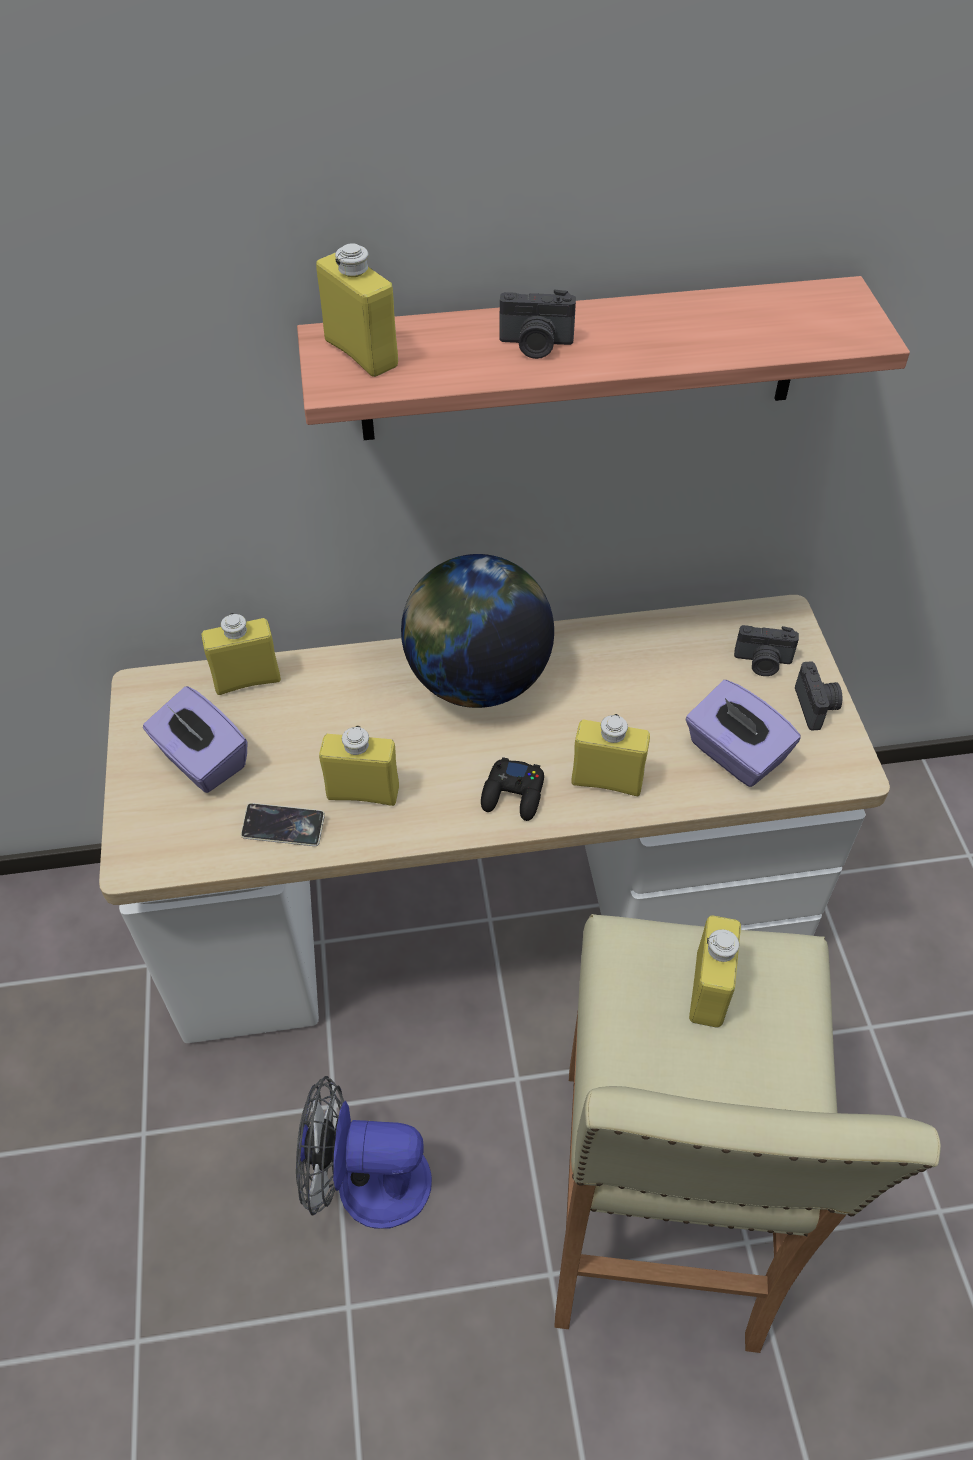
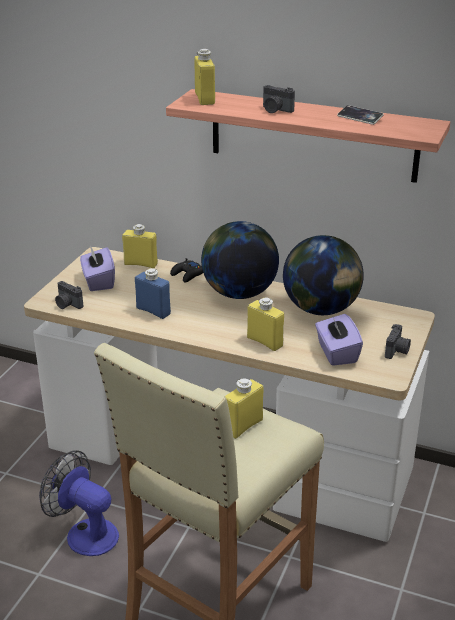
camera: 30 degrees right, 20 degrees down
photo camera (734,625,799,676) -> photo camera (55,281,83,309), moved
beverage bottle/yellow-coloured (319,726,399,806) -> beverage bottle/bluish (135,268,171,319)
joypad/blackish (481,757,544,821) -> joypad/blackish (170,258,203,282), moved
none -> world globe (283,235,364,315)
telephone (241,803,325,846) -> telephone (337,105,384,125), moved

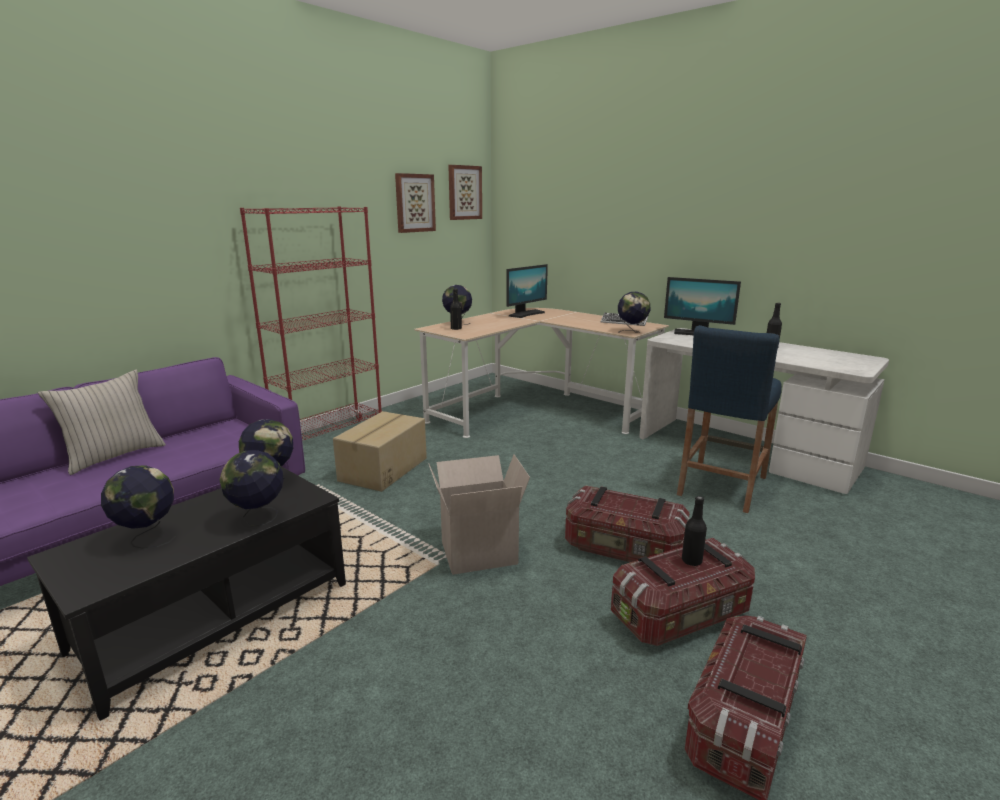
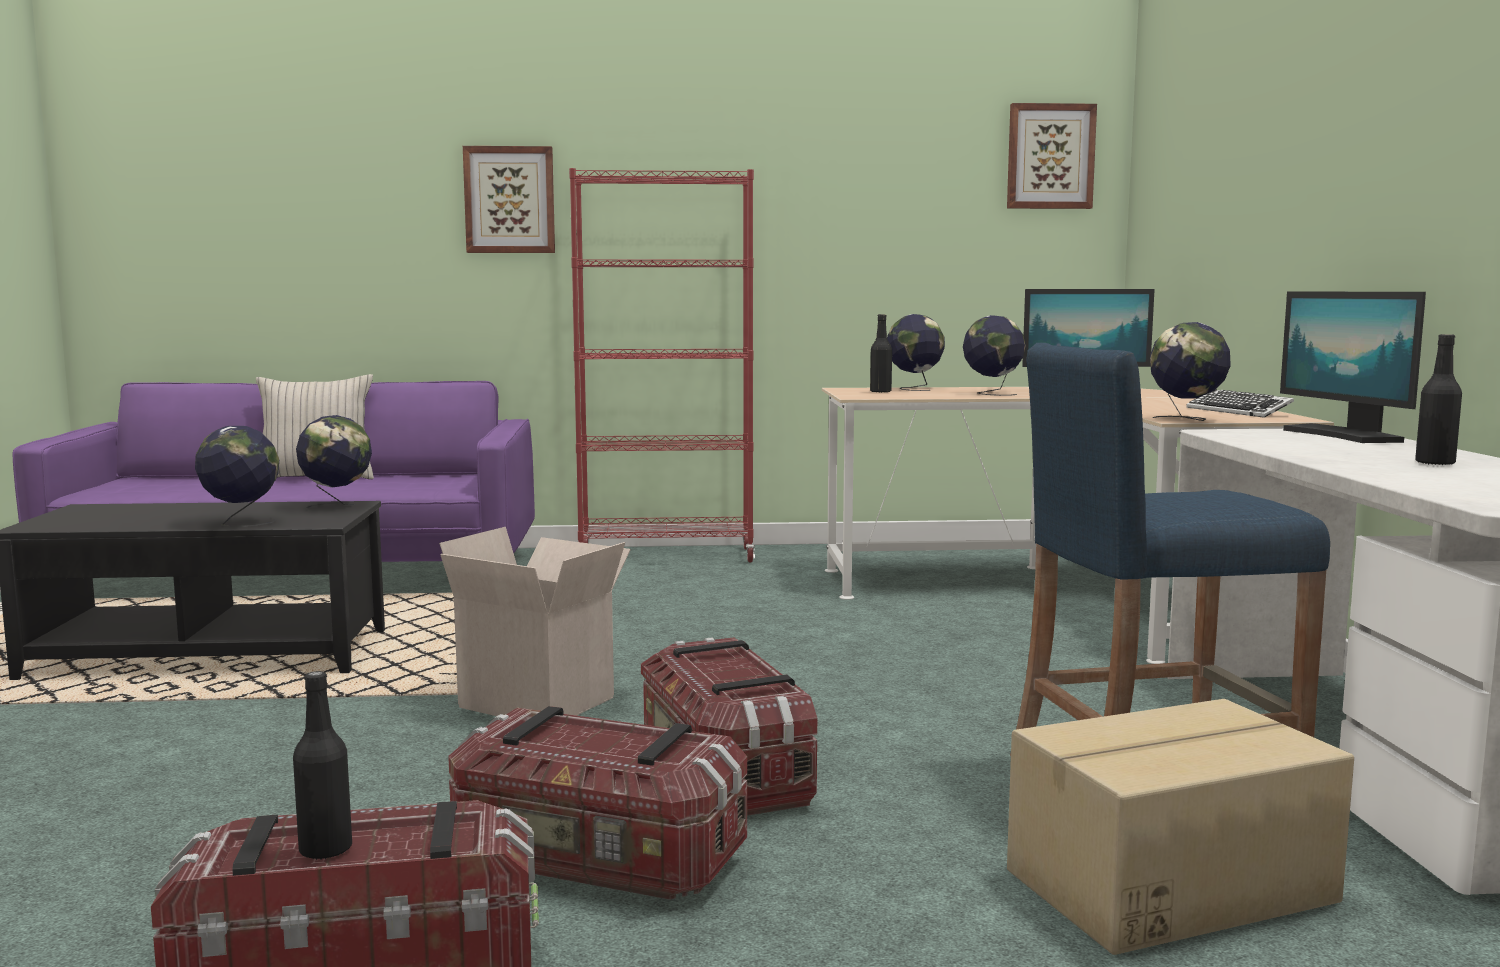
camera: 45 degrees right, 10 degrees down
beverage bottle/blackish (682,496,707,566) -> beverage bottle/blackish (293,671,352,860), moved
wall art (395,173,436,233) -> wall art (463,146,555,253), moved
world globe (101,465,176,549) -> world globe (963,315,1025,396), moved
packing box (333,411,427,492) -> packing box (1007,699,1354,955), moved

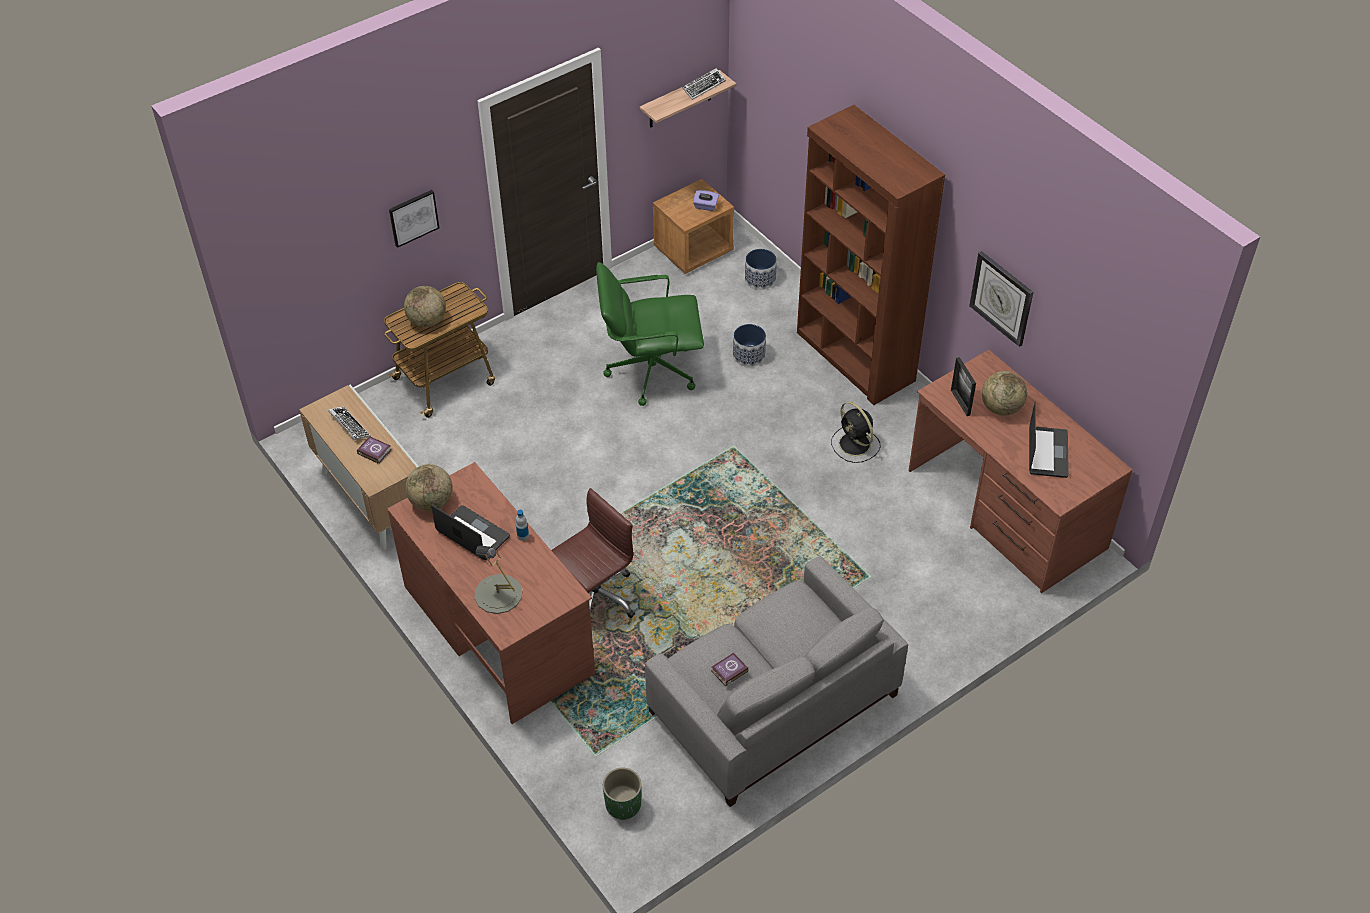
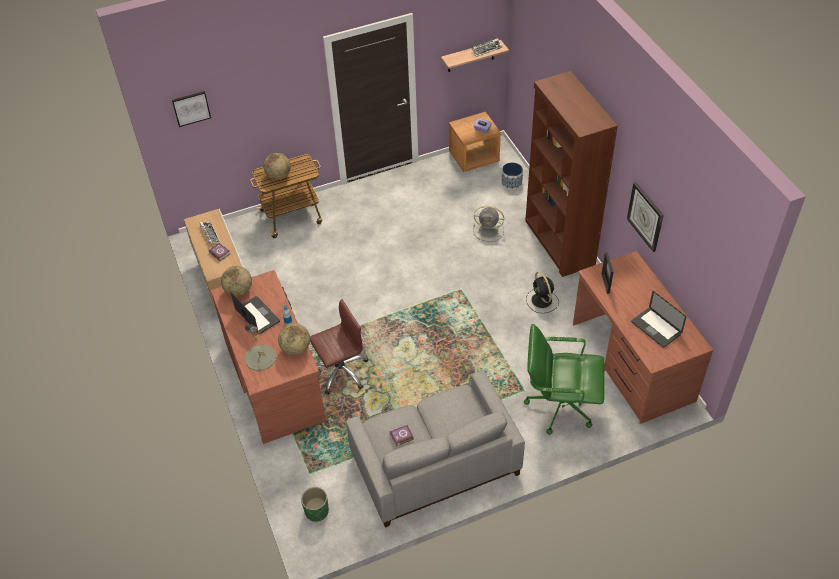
camera: 15 degrees right, 0 degrees up
wall art (389,190,439,248) -> wall art (172,91,211,127), moved
world globe (982,371,1027,416) -> world globe (278,323,310,356), moved
flower pot (733,324,766,367) -> cooling fan/grey (473,206,504,242)
computer chair/greenish (596,262,704,406) -> computer chair/greenish (524,324,605,435), moved
notebook computer (1029,401,1069,478) -> notebook computer (631,291,687,348), 120 degrees clockwise

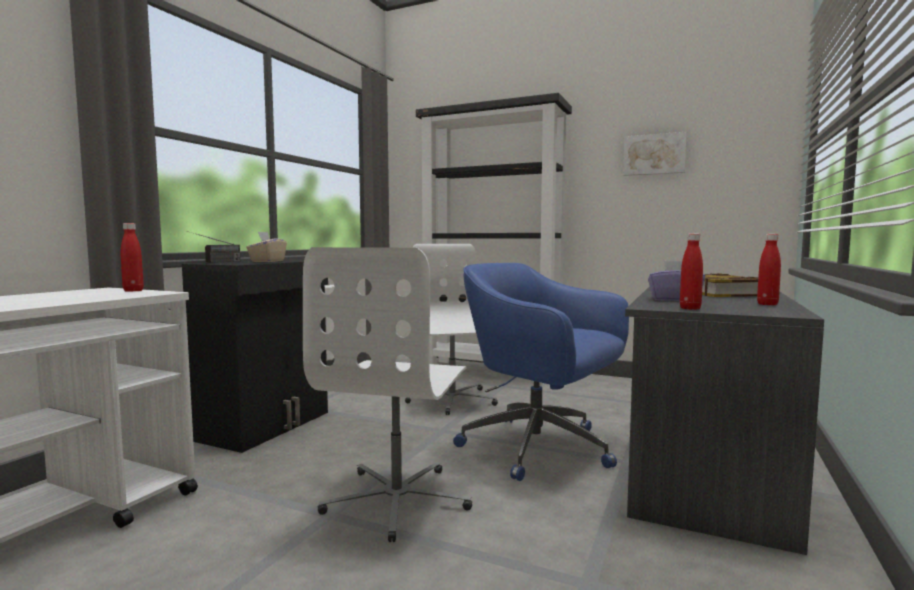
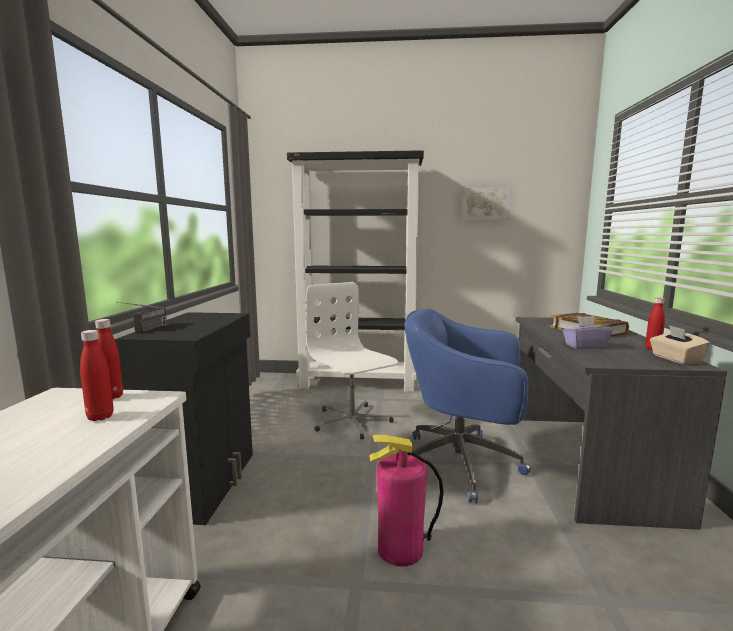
camera: 20 degrees left, 5 degrees up
beverage bottle/red (680,233,703,310) -> beverage bottle/red (80,330,114,421), moved
computer chair/white-coloured (303,247,472,542) -> extinguisher (369,435,444,567)
tissue holder/sand-coloured (246,232,287,262) -> tissue holder/sand-coloured (650,325,710,365), moved

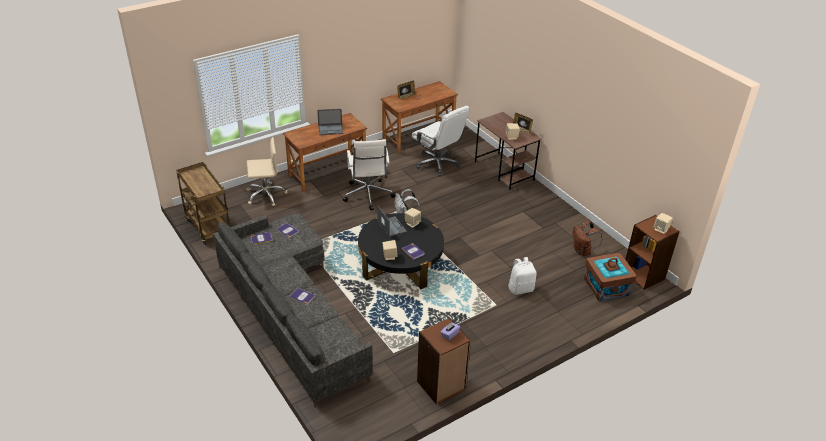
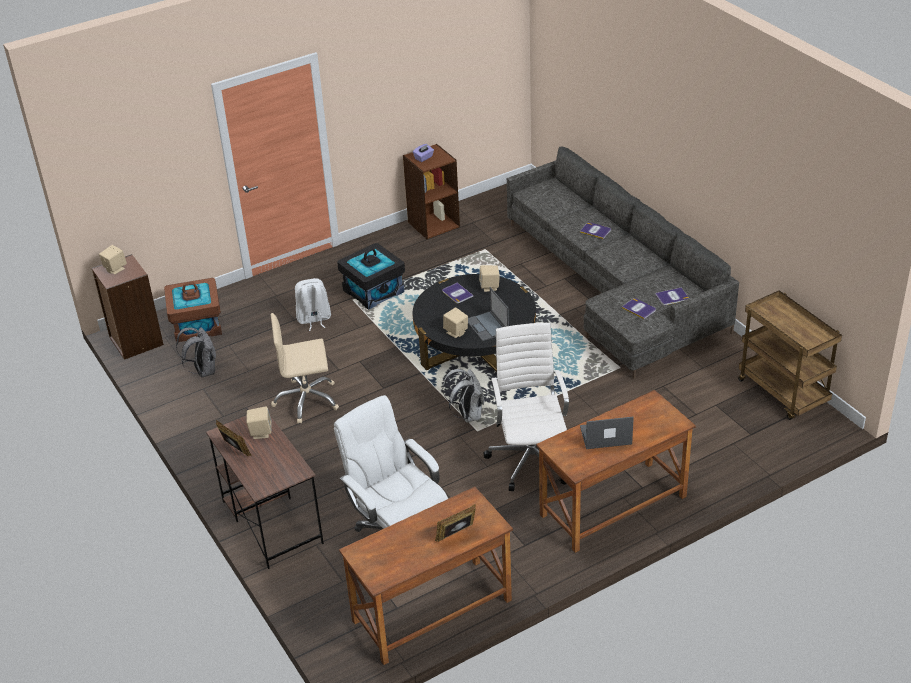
camera: 175 degrees left, 0 degrees up
backpack/brownish (572,220,602,256) -> backpack/grey (176,327,216,378)
computer chair/sand-coloured (247,137,287,206) -> computer chair/sand-coloured (270,313,339,424), moved
none -> storage bin/blackish (337,243,405,310)

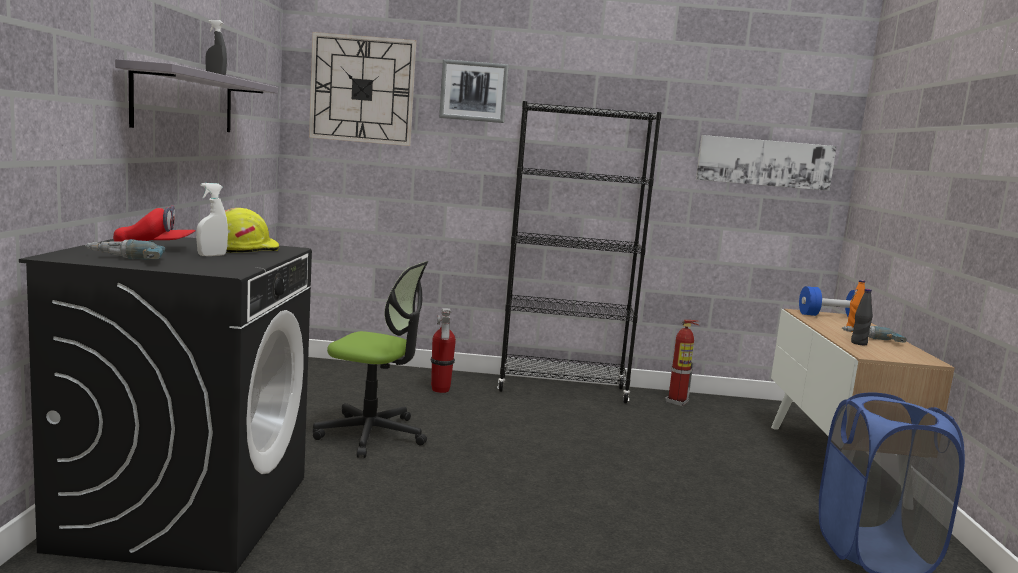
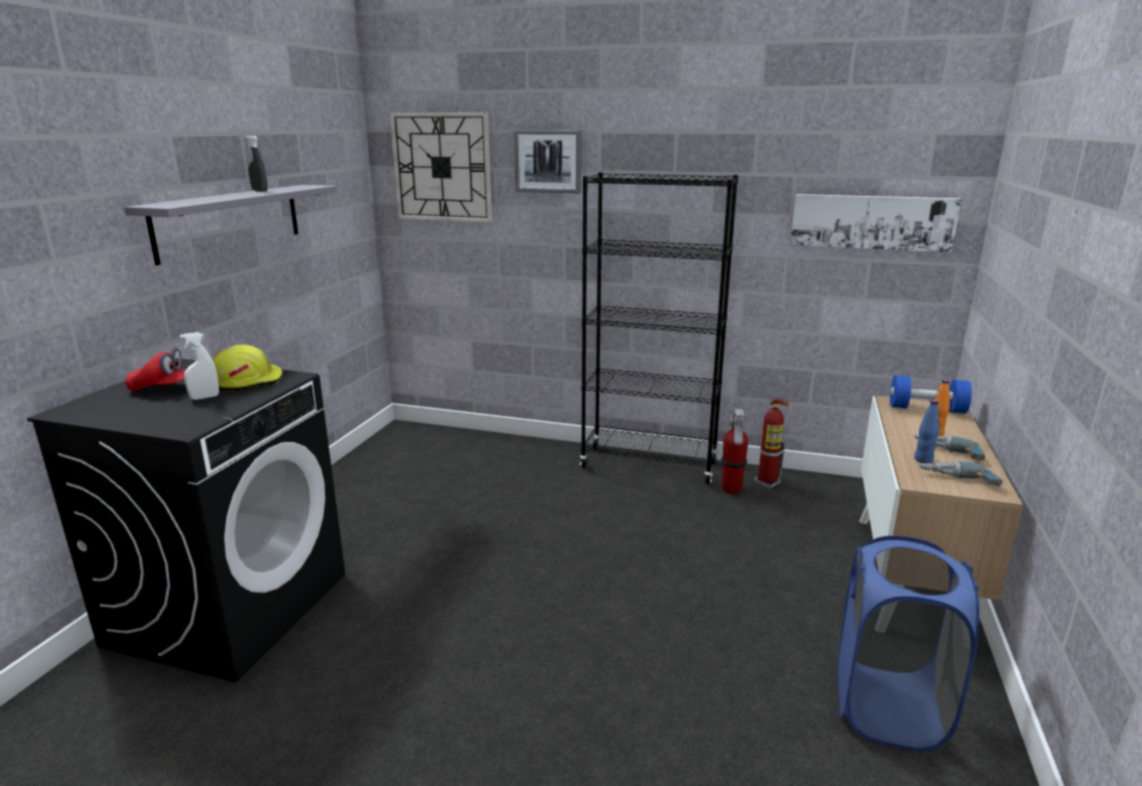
camera: 15 degrees right, 10 degrees up
extinguisher (430,308,456,393) -> extinguisher (721,409,748,494), moved
beverage bottle/blackish (851,289,873,345) -> beverage bottle/bluish (914,400,940,464)
drill (85,239,165,259) -> drill (919,461,1003,487), moved
computer chair (313,261,428,458) -> none

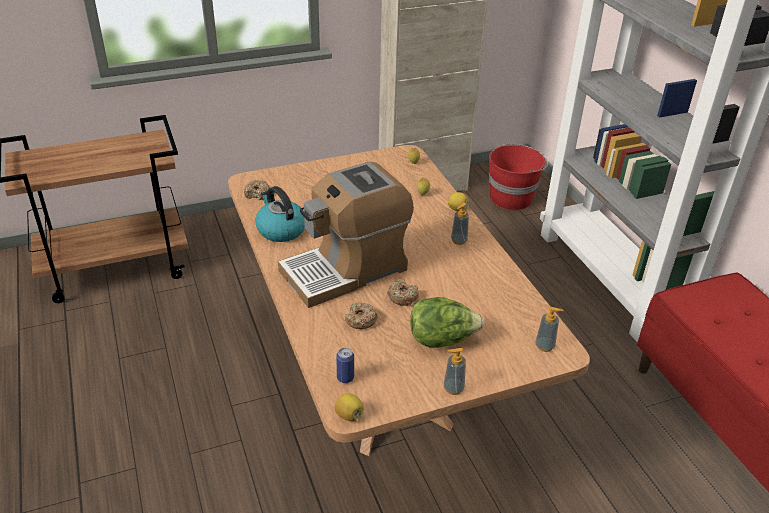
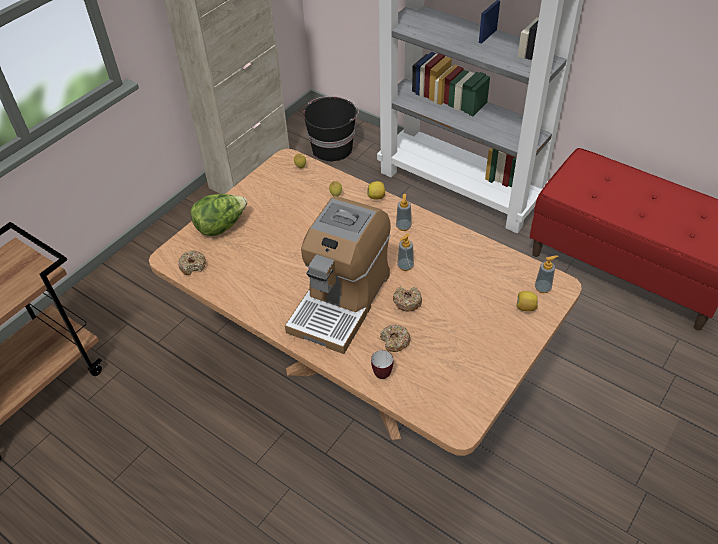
camera: 30 degrees left, 10 degrees up
lettuce head (410,297,484,348) -> lettuce head (191,194,247,236), moved
bucket/red (489,144,548,210) -> bucket/blackish (303,96,359,162)
none -> coffee mug (371,350,393,379)
soap bottle (444,348,466,395) -> soap bottle (397,234,414,271), moved
lemon (334,393,364,421) -> lemon (516,291,538,311), moved
tea kettle (255,186,305,242) -> none
metal can (336,347,354,383) -> none

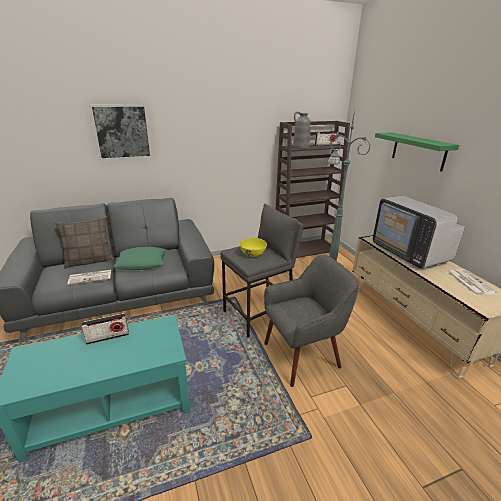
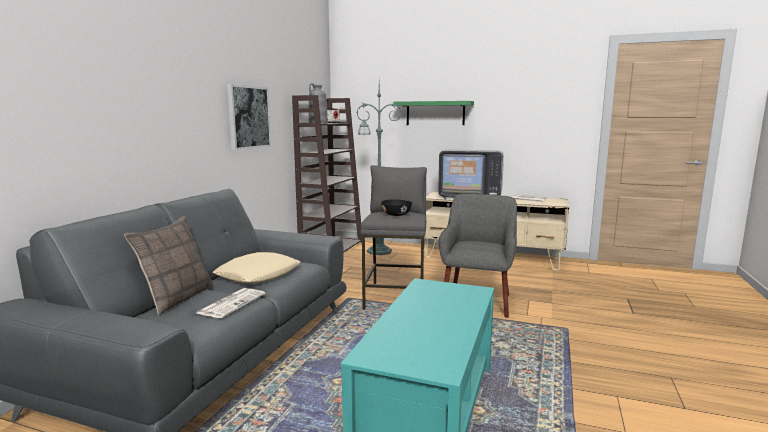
camera: 50 degrees left, 15 degrees down
throw pillow/greenish (113,247,167,270) -> throw pillow/sand-coloured (212,252,300,284)
wall art (89,104,152,160) -> wall art (227,84,271,150), moved
serving bowl/yellow-coloured (240,238,267,257) -> serving bowl/blackish (381,199,412,216)
radio receiver (81,313,129,345) -> none

